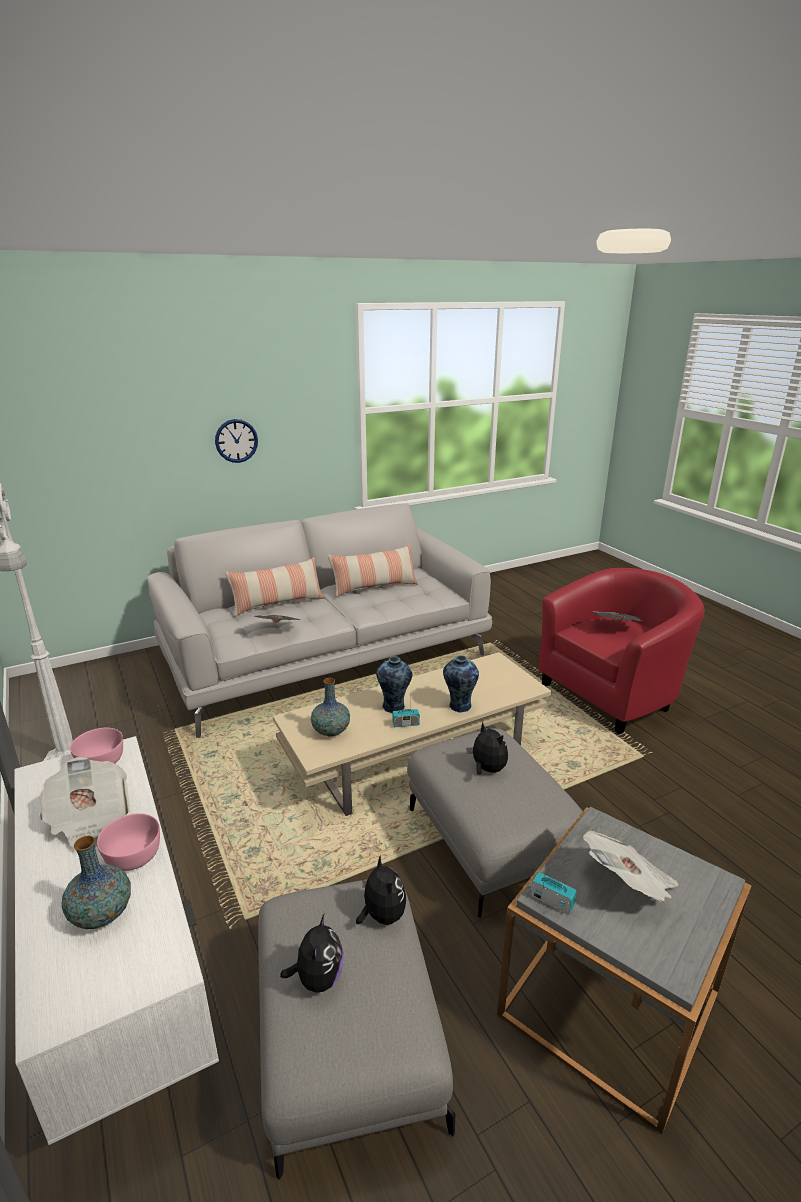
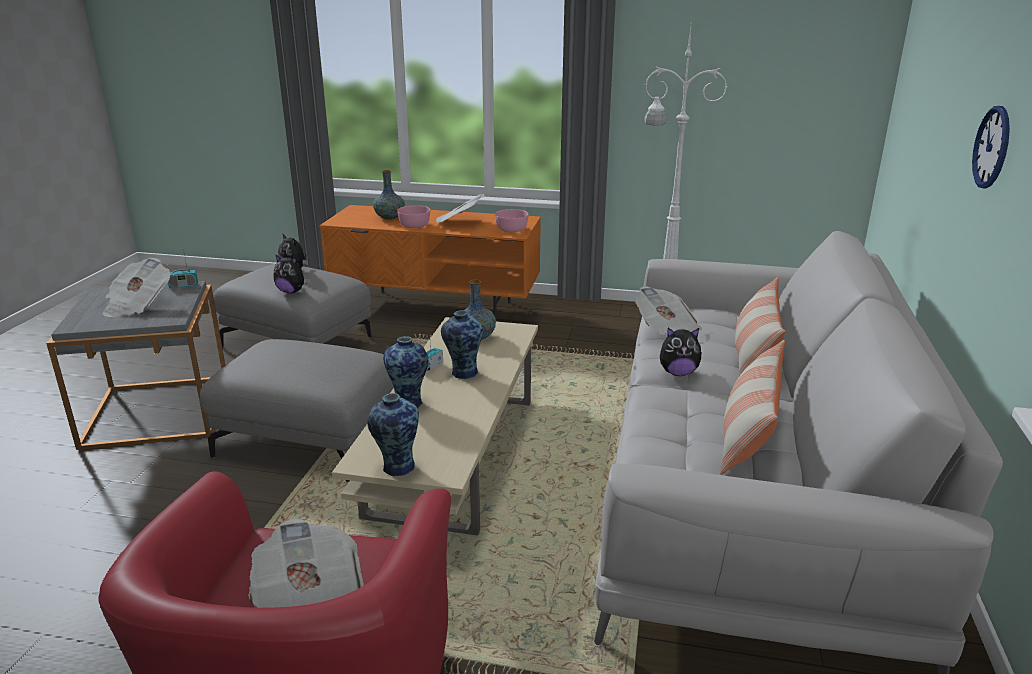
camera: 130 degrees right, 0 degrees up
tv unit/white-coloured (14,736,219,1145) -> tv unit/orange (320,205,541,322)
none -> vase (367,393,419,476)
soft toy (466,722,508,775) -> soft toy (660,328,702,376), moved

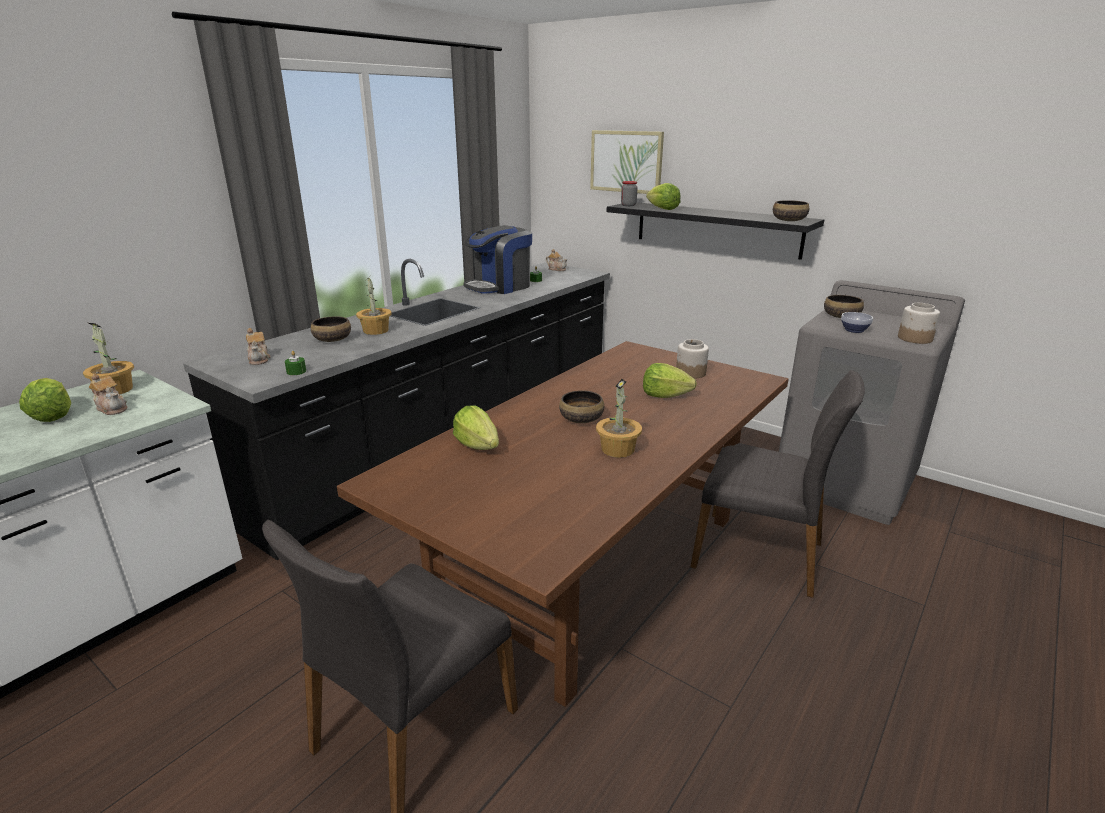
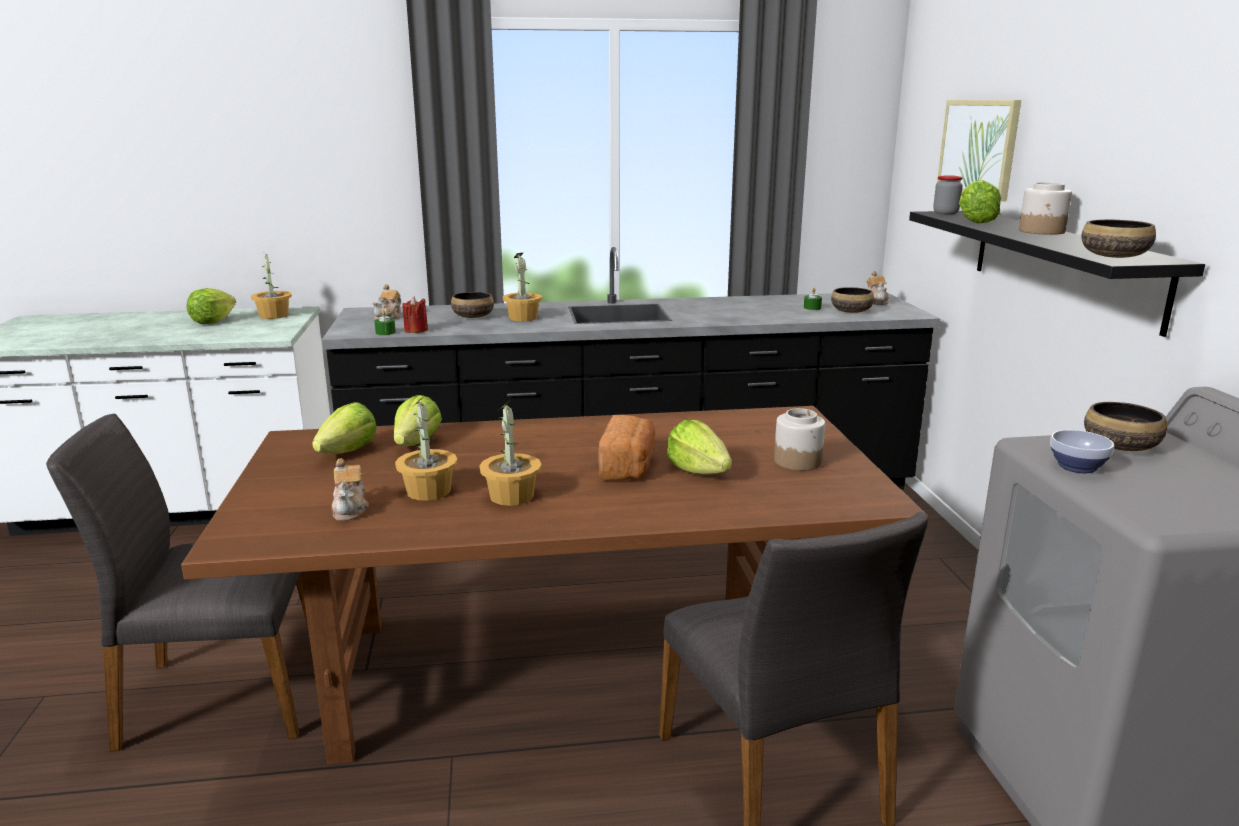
camera: 45 degrees right, 5 degrees down
none -> lettuce head (312,402,377,454)
tea pot (89,373,128,415) -> tea pot (332,458,369,521), moved
none -> potted plant (395,398,458,501)
none -> wax candle/red (402,297,428,333)
none -> bread (599,415,655,480)
serving bowl (559,390,604,423) -> serving bowl (831,287,874,313), moved
jar (898,303,940,344) -> jar (1019,182,1072,235), moved
coffee machine (463,225,532,294) -> none

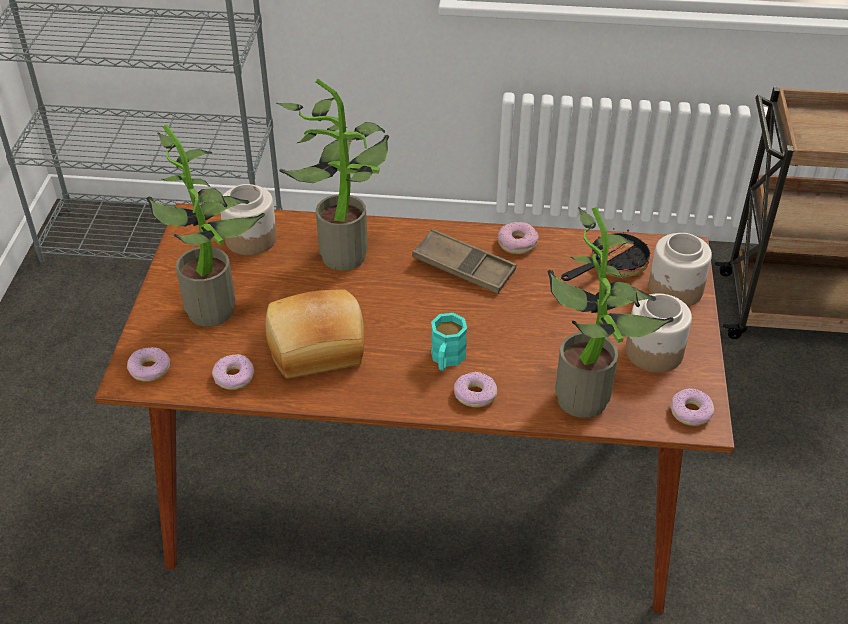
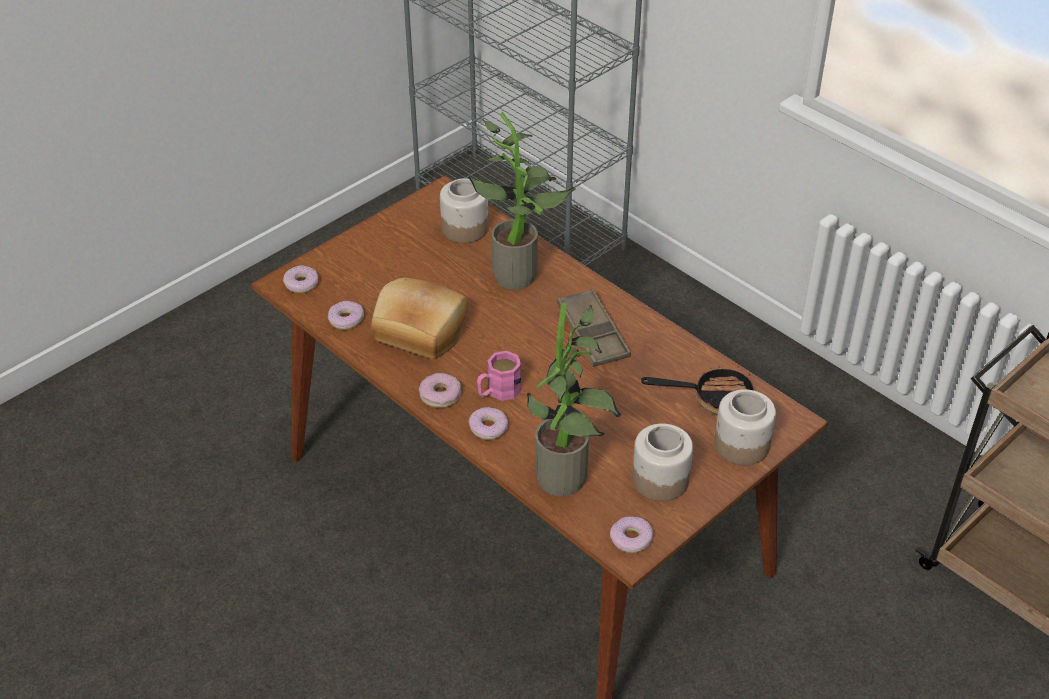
camera: 40 degrees right, 0 degrees up
donut (498,222,539,254) -> donut (419,373,461,408), moved
coffee mug/turquoise-coloured (431,313,467,371) -> coffee mug/pink-coloured (477,351,521,401)
potted plant (146,125,265,327) -> none

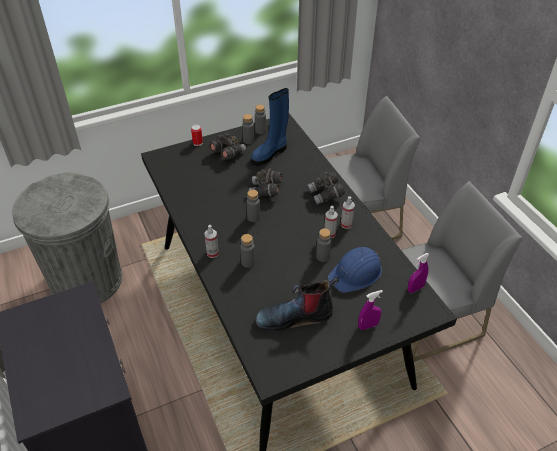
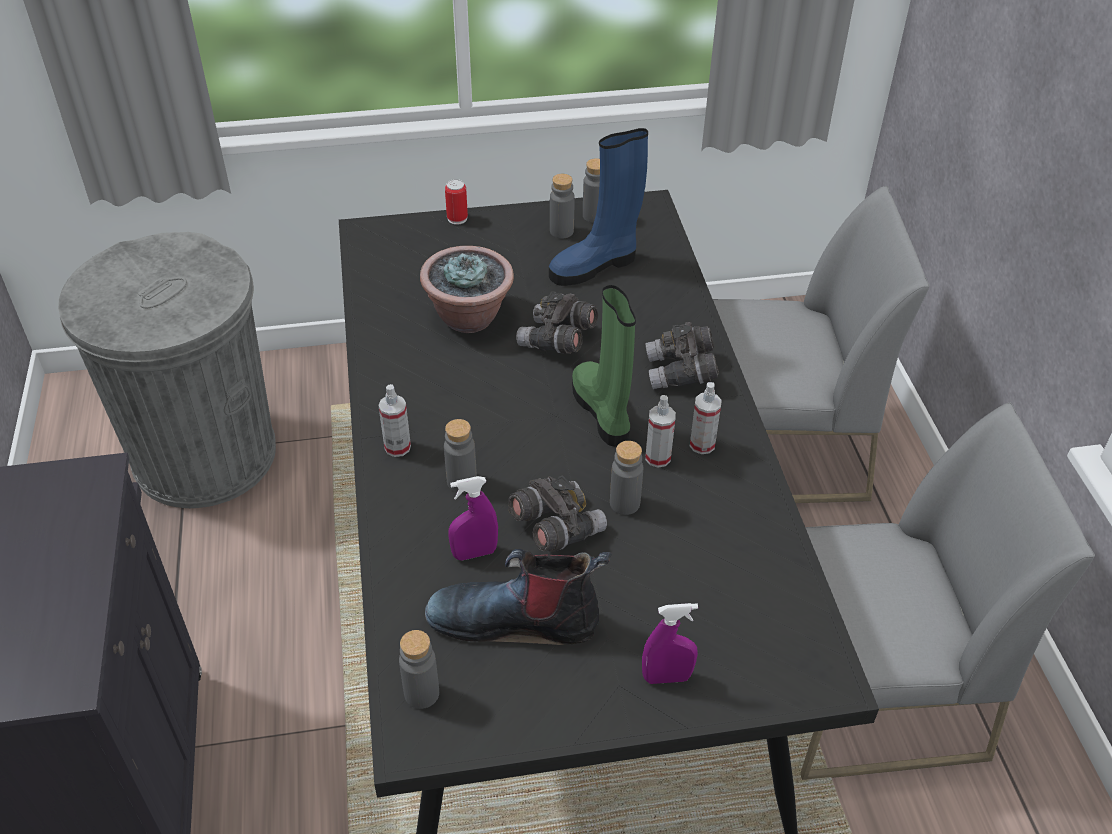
camera: 15 degrees right, 0 degrees up
beverage bottle/grey (246,190,260,222) -> beverage bottle/grey (399,630,439,709), moved
none -> potted plant (420,246,514,333)
spray bottle/purple (408,253,430,293) -> spray bottle/purple (448,476,498,560), moved
binoculars/grey (209,132,246,160) -> binoculars/grey (508,475,607,552), moved
none -> tall boot/greenish (572,285,636,447)
hard hat/bluish (328,247,382,293) -> none

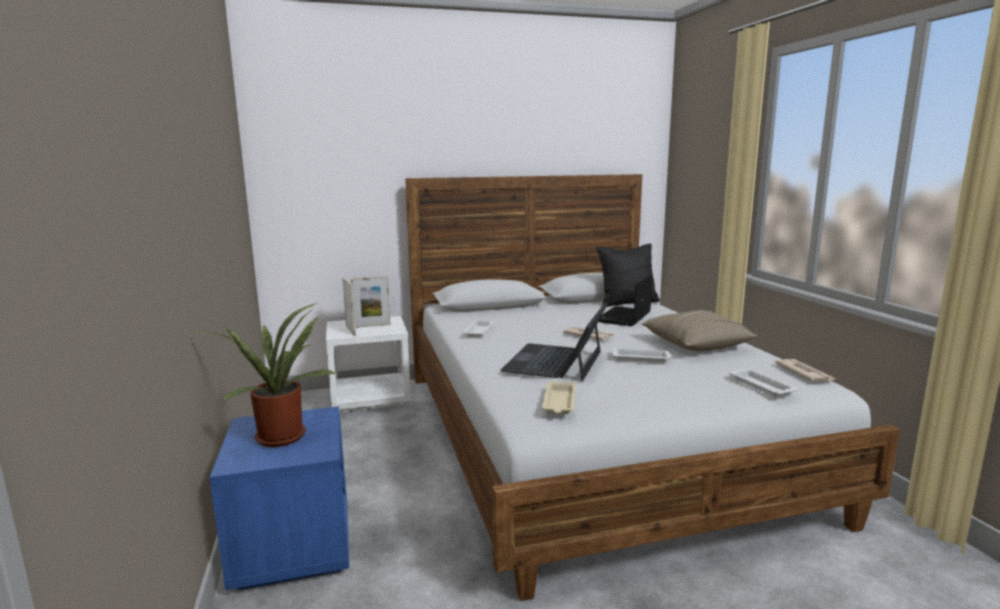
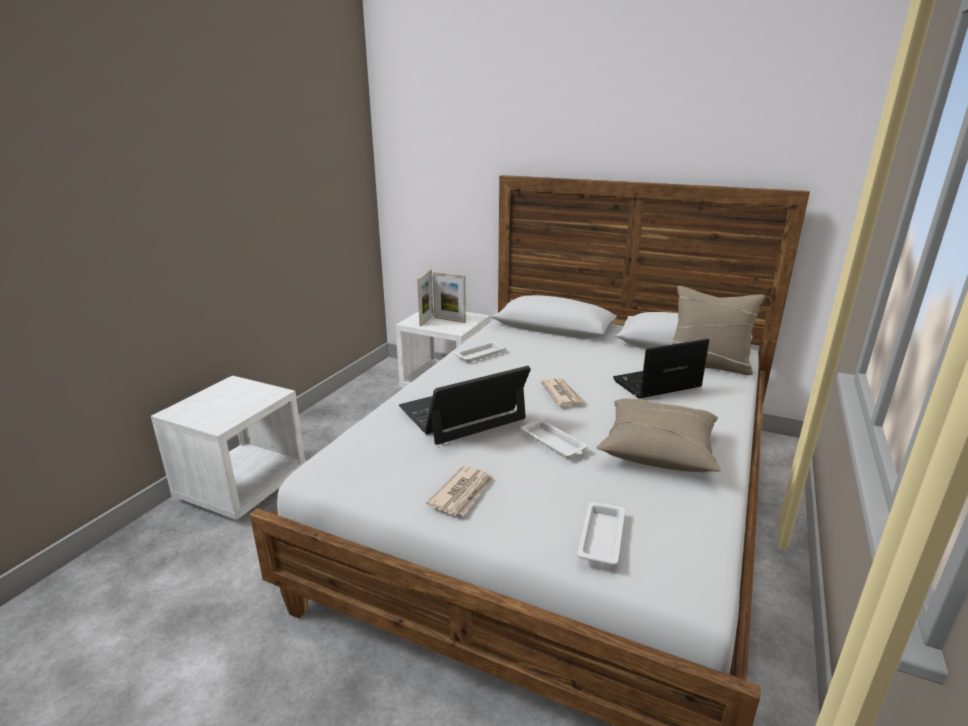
camera: 40 degrees right, 10 degrees up
bedside table/bluish (210,406,349,590) -> bedside table/white-coloured (151,375,306,520)
newspaper (775,359,837,382) -> newspaper (426,466,493,516), moved
throw pillow/blackish (596,243,660,307) -> throw pillow/sand-coloured (673,286,765,375)
potted plant (199,303,338,447) -> none
carrying tray/sand-coloured (542,381,576,414) -> none

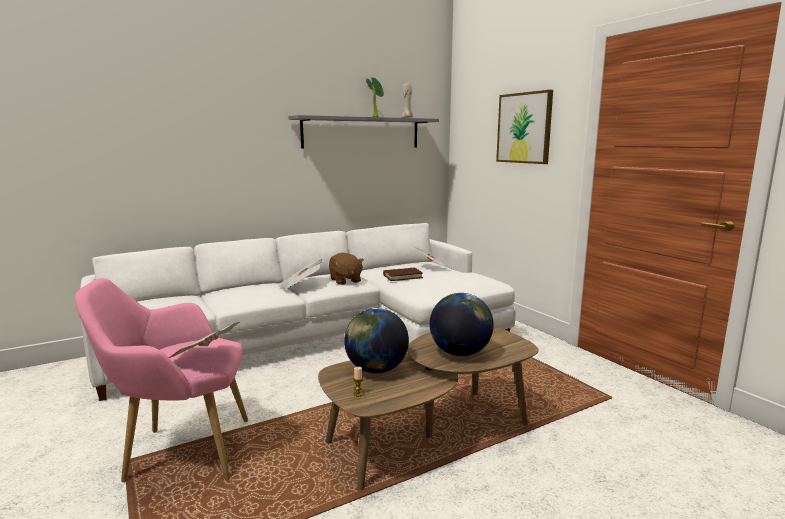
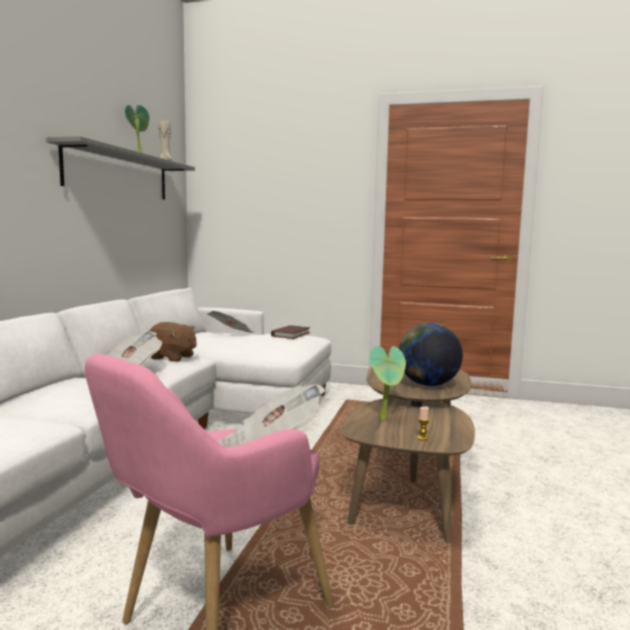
camera: 45 degrees left, 5 degrees down
volume/brownish (383,268,423,281) -> volume/brownish (271,325,310,339), moved
world globe (344,308,409,373) -> potted plant (369,346,406,420)
wall art (496,90,553,164) -> none

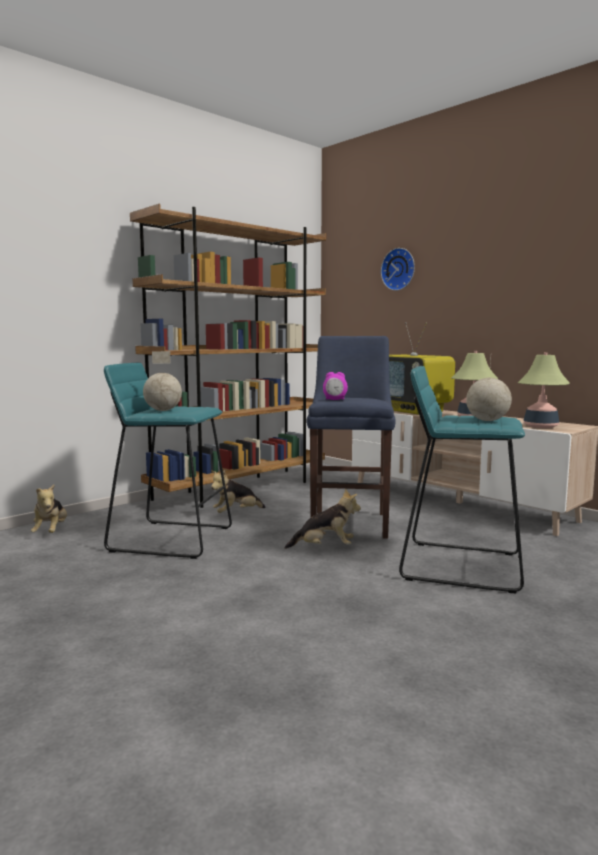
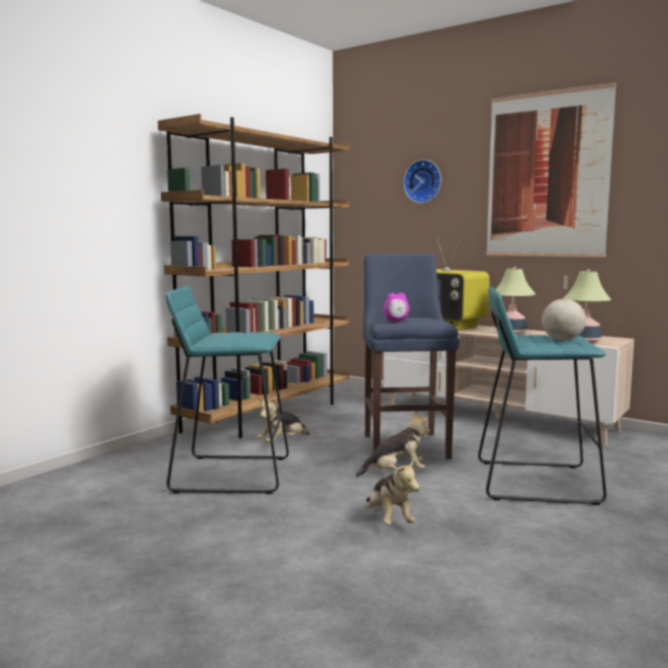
camera: 10 degrees left, 0 degrees up
soft toy (31,484,67,533) -> soft toy (365,459,419,525), moved
none -> wall art (486,83,616,257)
world globe (143,351,182,411) -> none

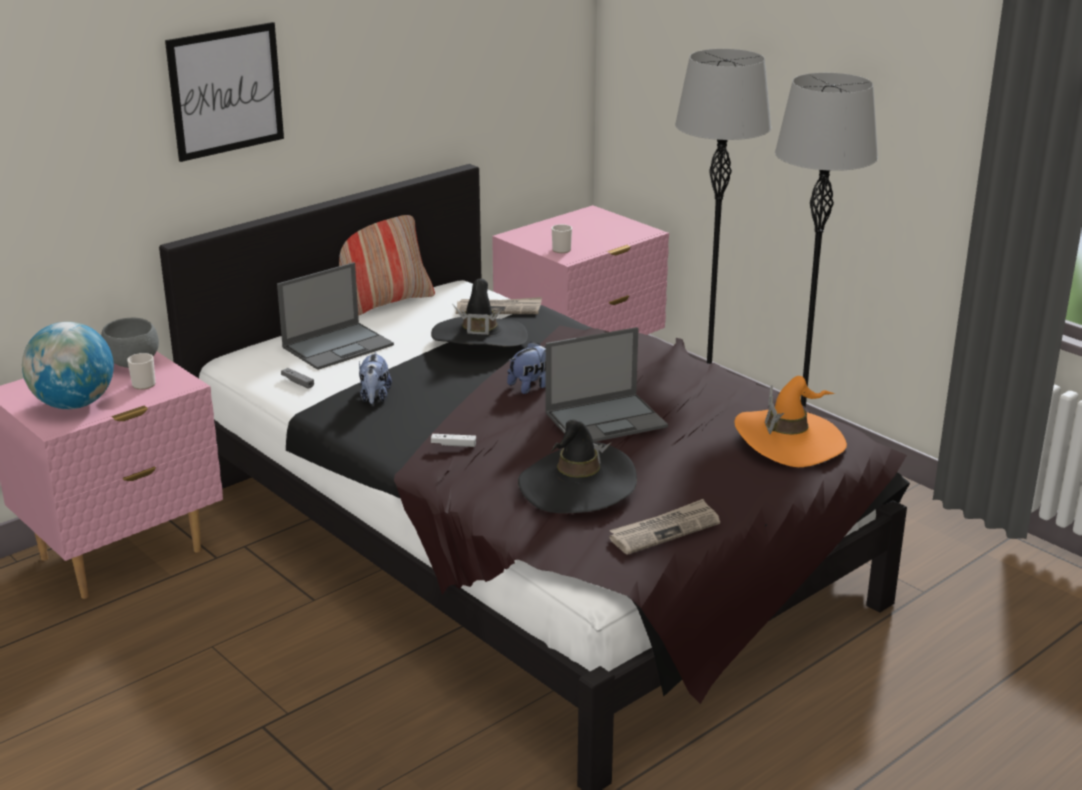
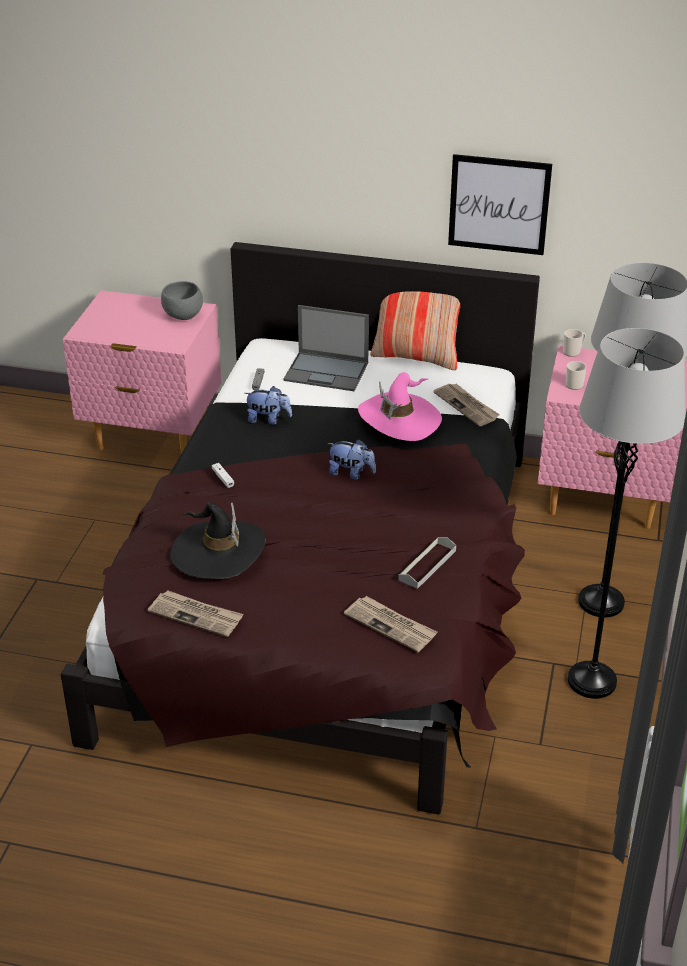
camera: 55 degrees right, 10 degrees up
soft toy (359,352,392,404) -> soft toy (244,386,292,425), 135 degrees counterclockwise
clothing hat/orange (734,376,847,467) -> newspaper (344,596,437,652)
clothing hat/blackish (431,278,528,347) -> clothing hat/pink-coloured (358,372,442,441)
none -> carrying tray/grey (398,537,456,589)
wall art (165,22,284,162) -> wall art (448,154,552,255), moved
coffee mug (127,353,156,390) -> coffee mug (563,329,586,357), moved
world globe (22,322,114,409) -> none
notebook computer (545,327,668,442) -> none

